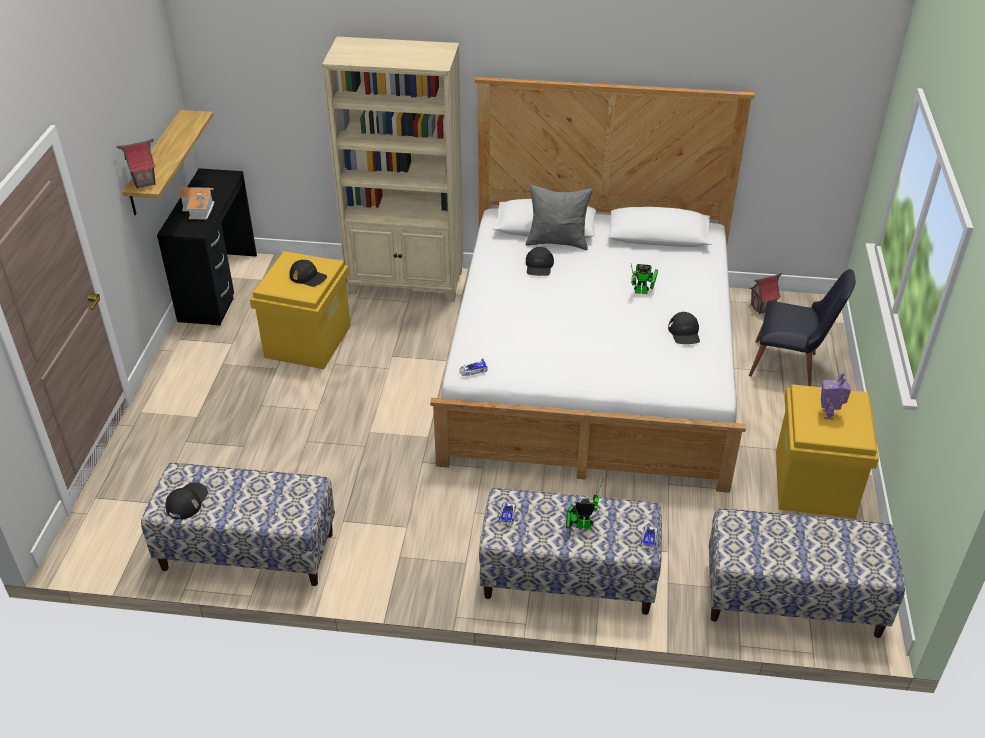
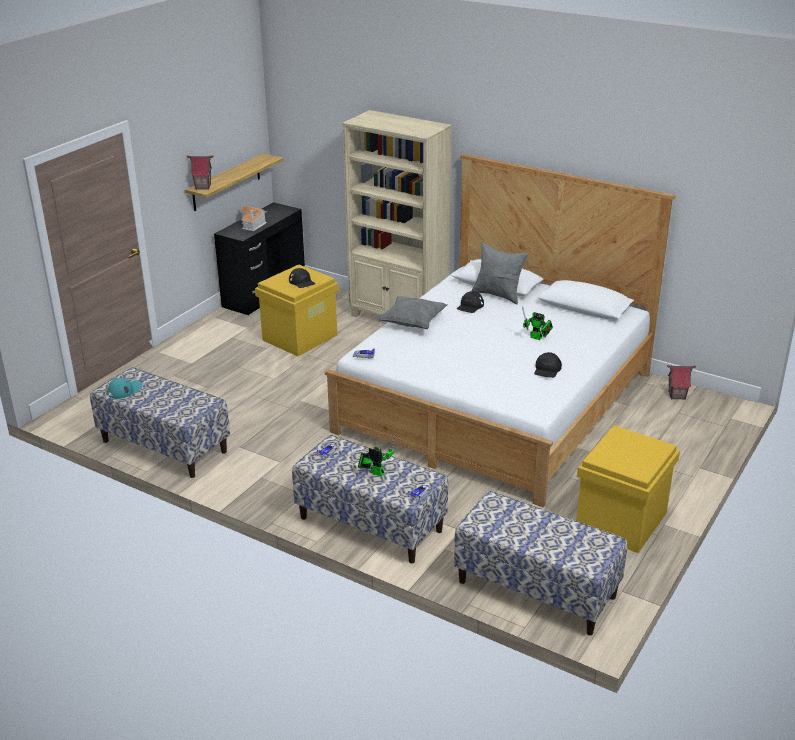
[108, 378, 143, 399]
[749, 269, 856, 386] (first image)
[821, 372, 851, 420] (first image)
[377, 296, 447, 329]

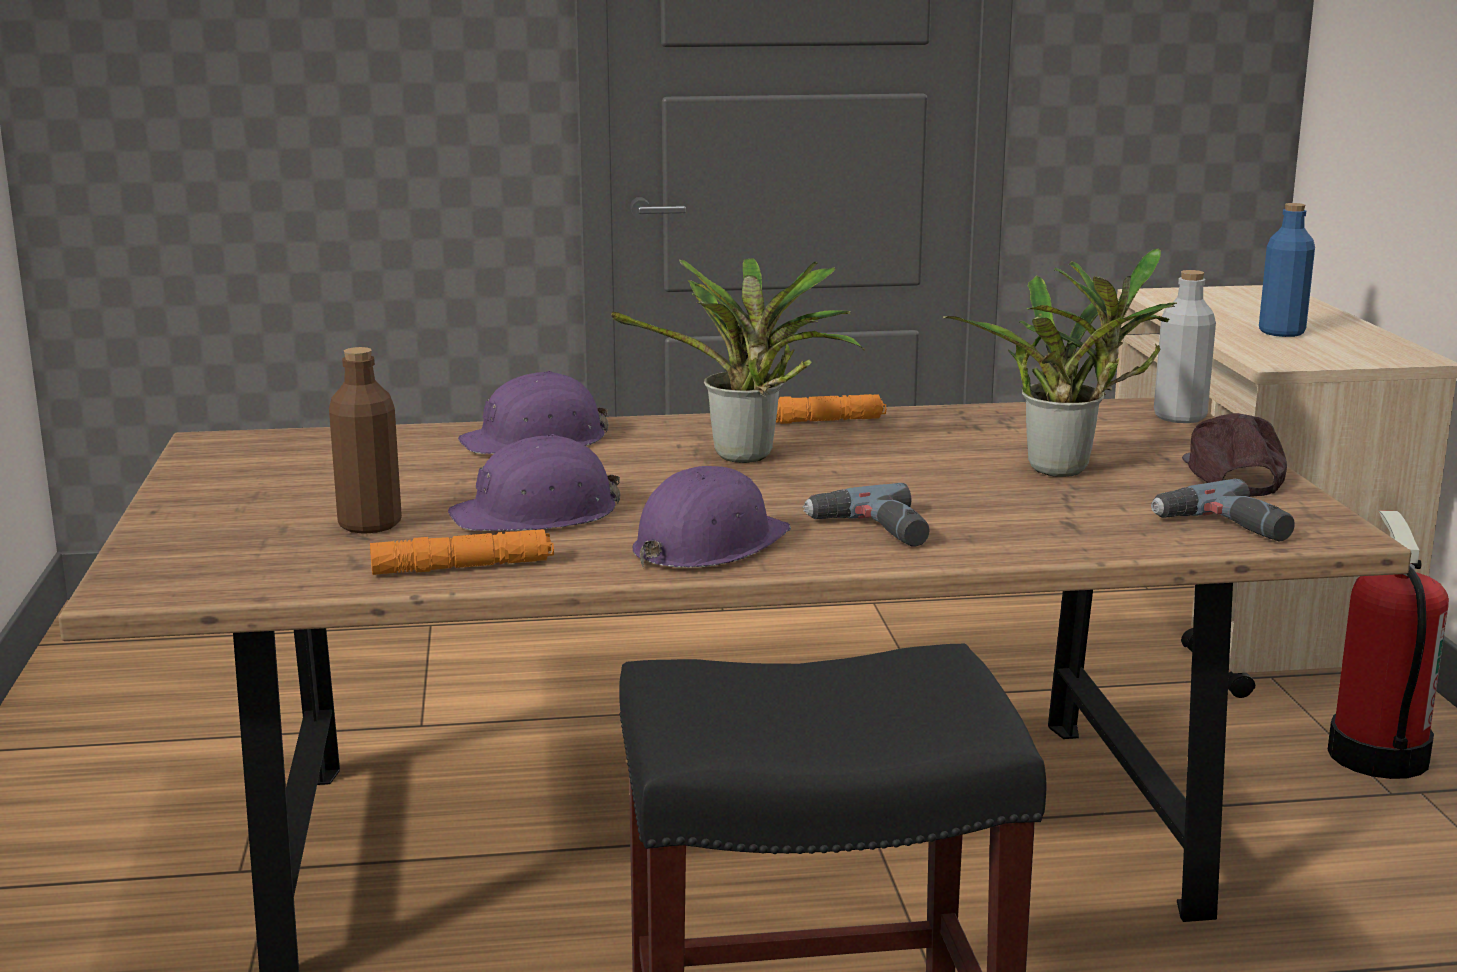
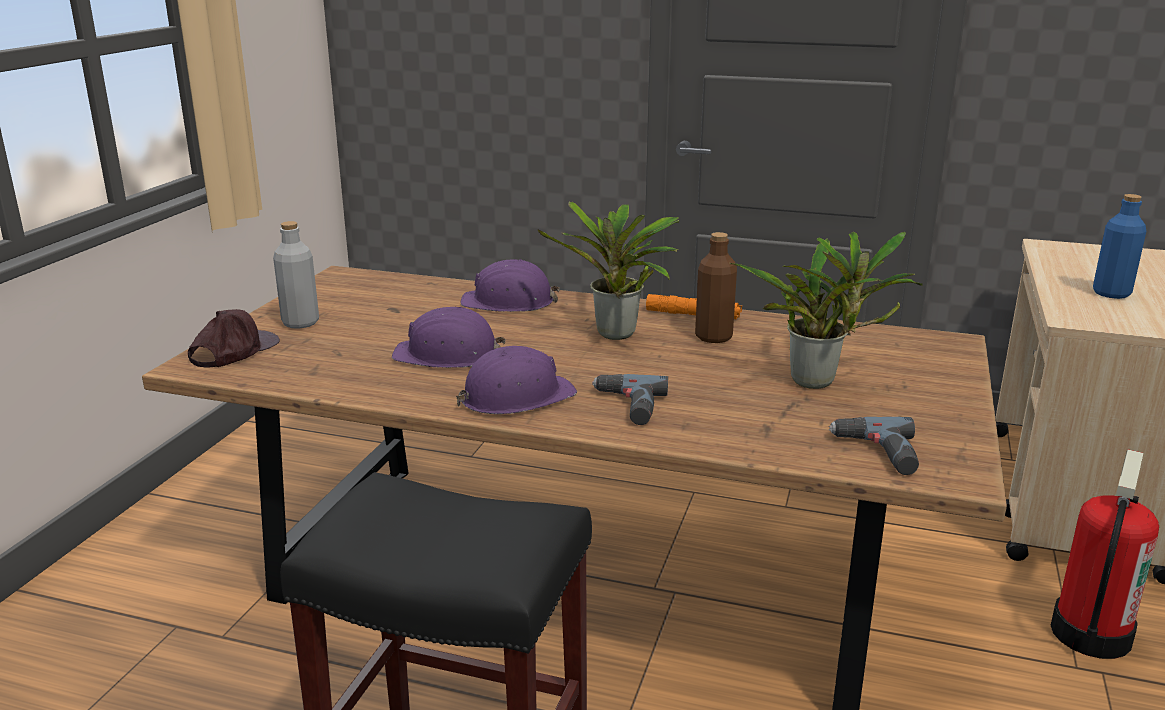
[695, 232, 737, 343]
[370, 529, 554, 575] (first image)
[273, 221, 319, 329]
[188, 309, 280, 367]

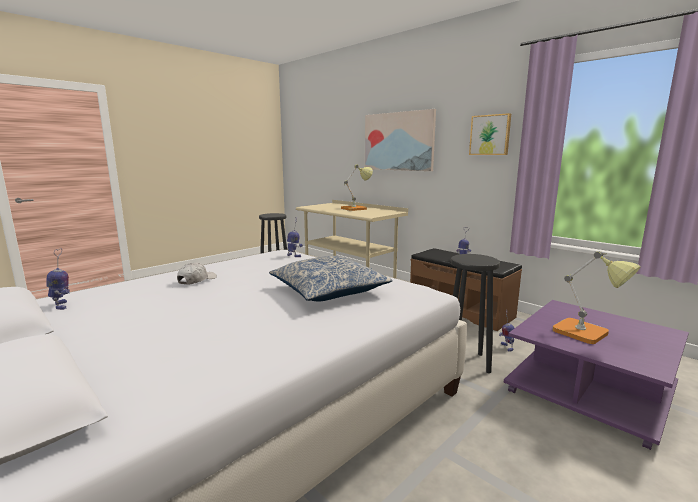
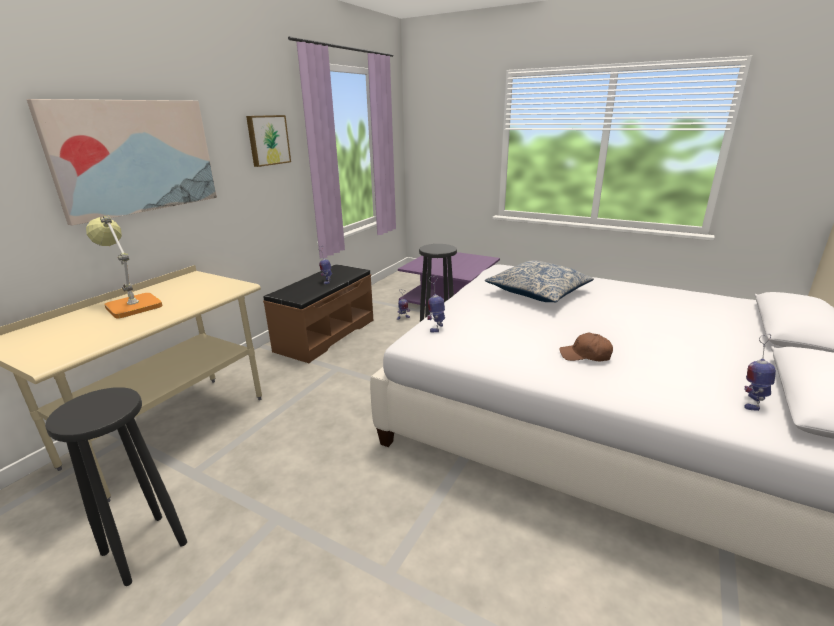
[559, 333, 613, 361]
[552, 251, 641, 344] (first image)

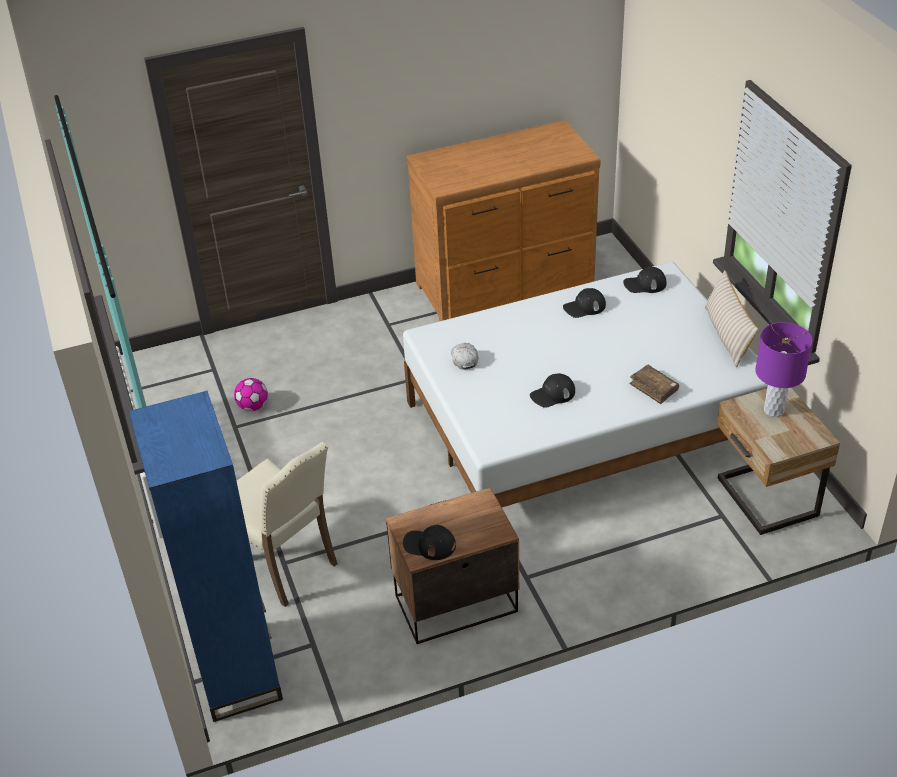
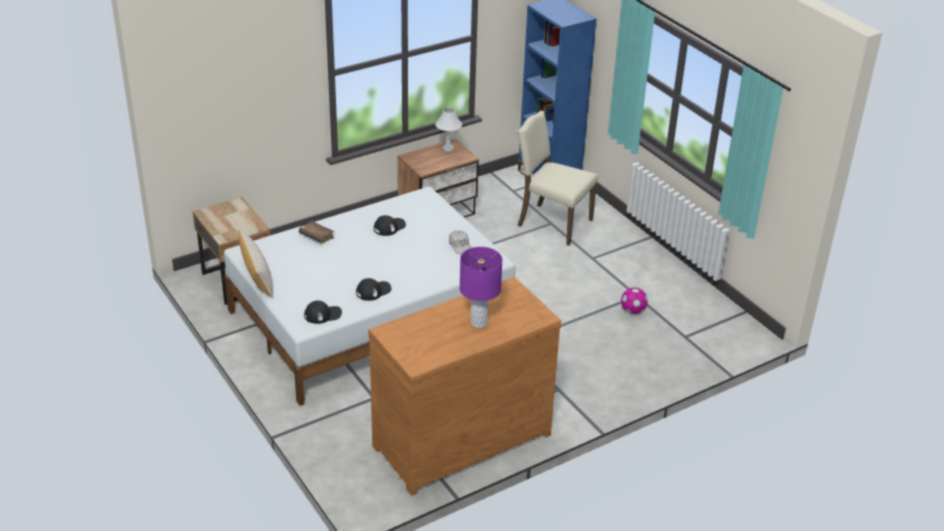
[435, 108, 462, 152]
[460, 247, 503, 328]

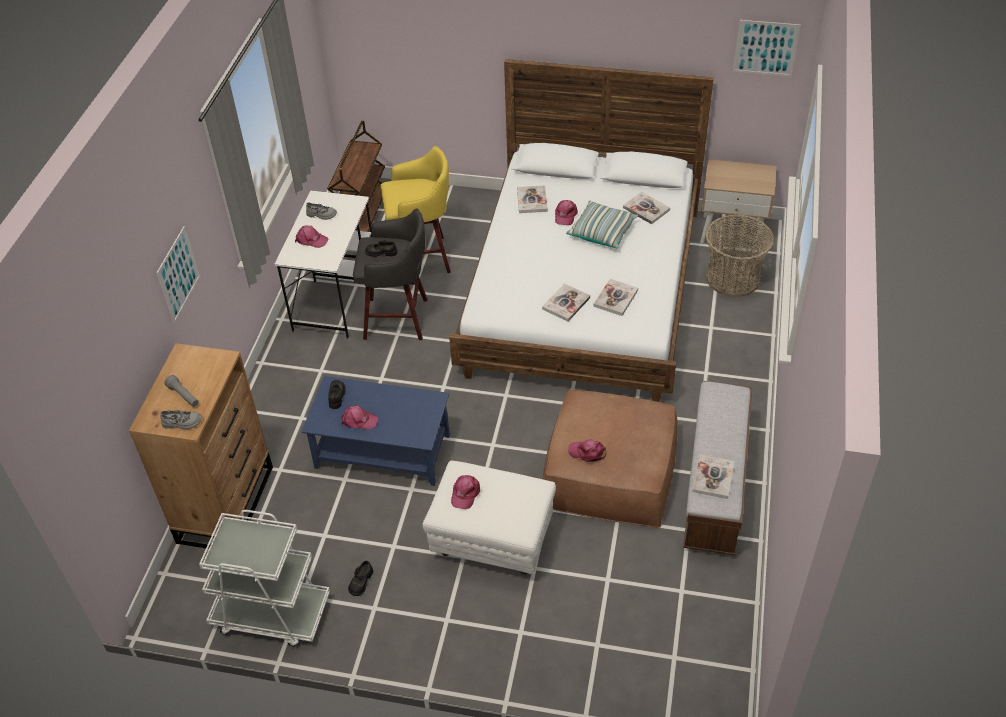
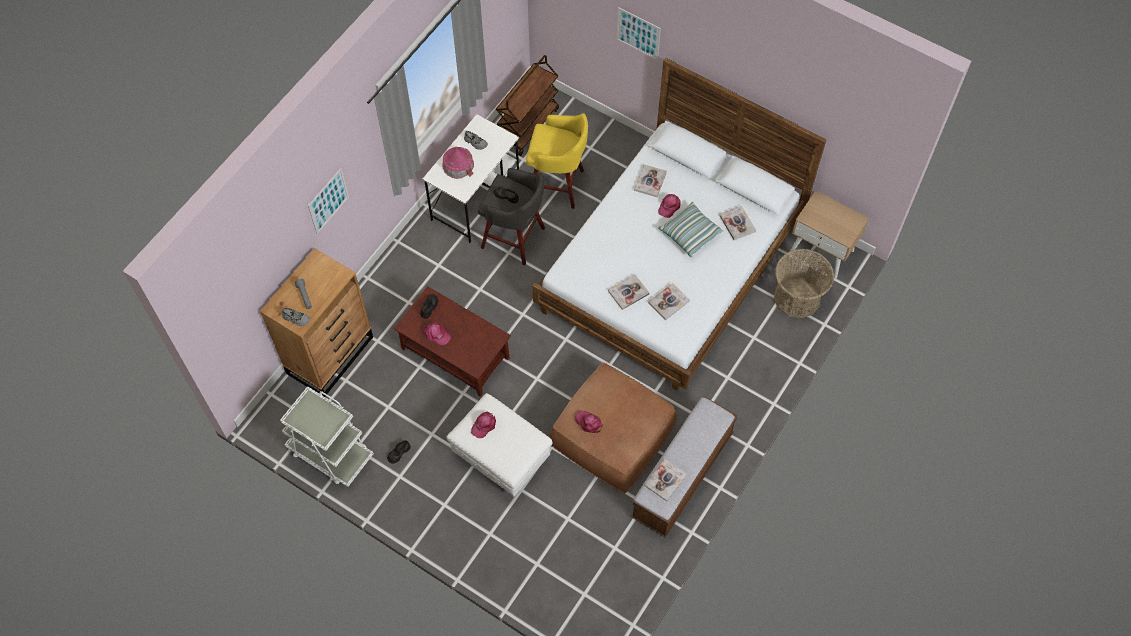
[442, 147, 474, 179]
[393, 286, 511, 397]
[616, 7, 661, 60]

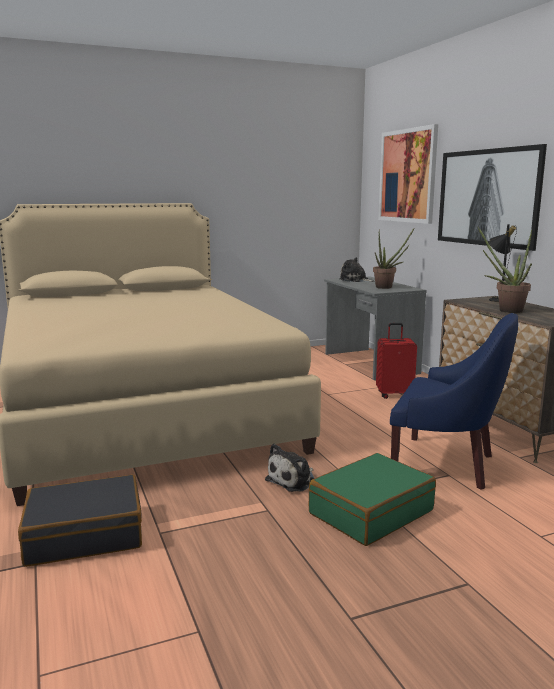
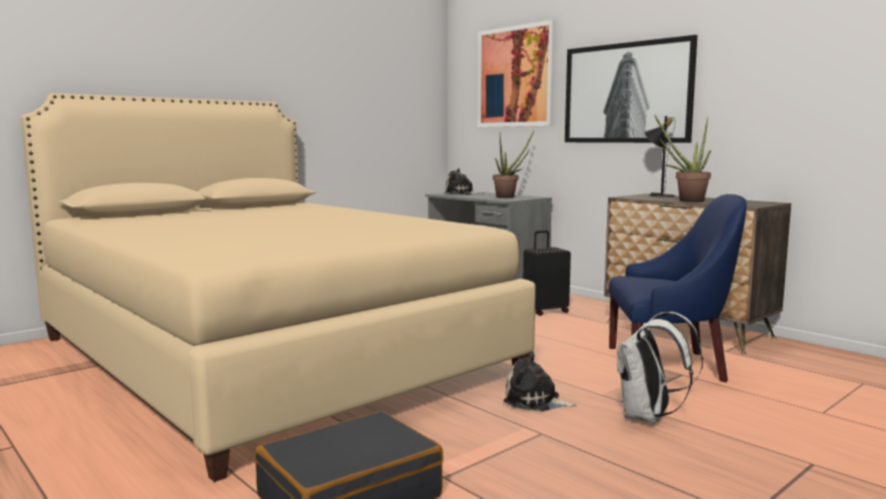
[504, 351, 577, 412]
[617, 312, 703, 423]
[523, 230, 571, 316]

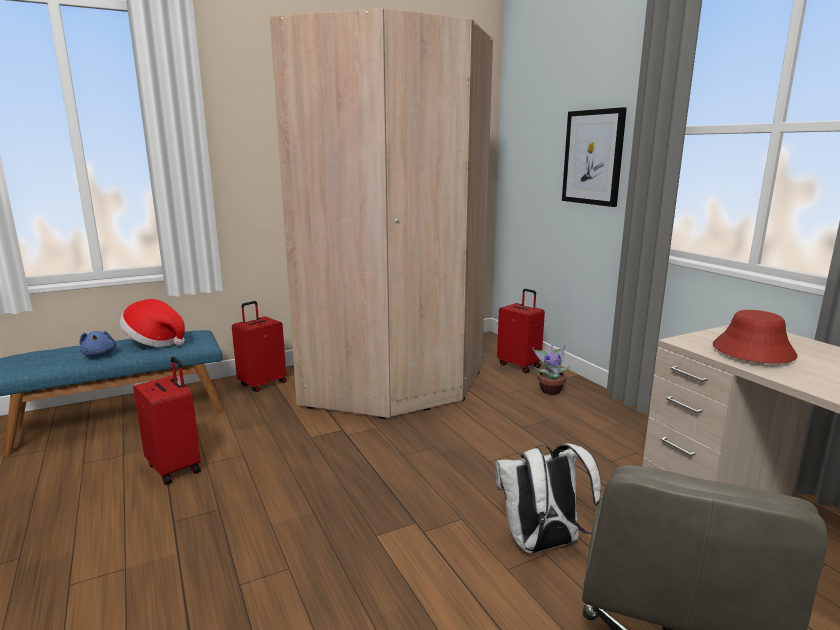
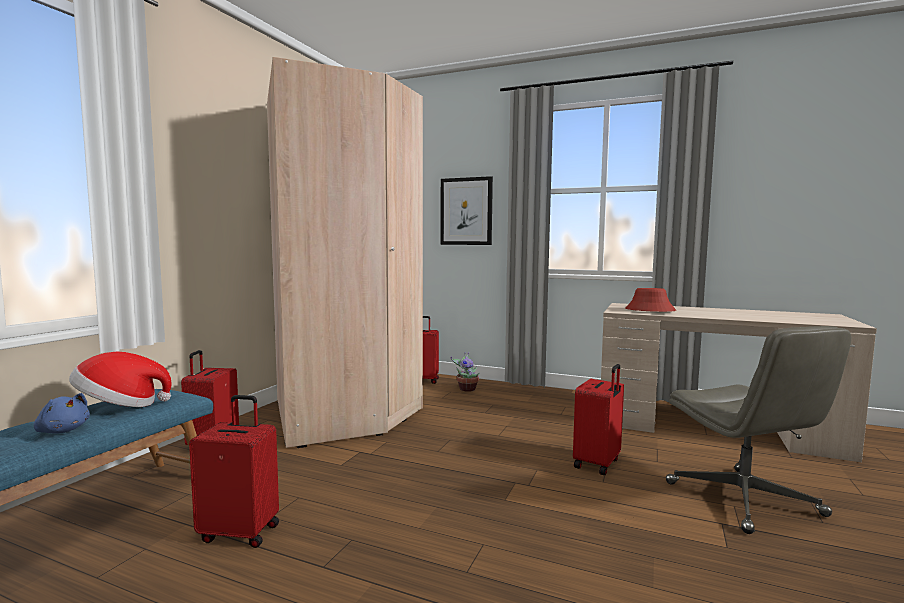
[573, 364, 624, 475]

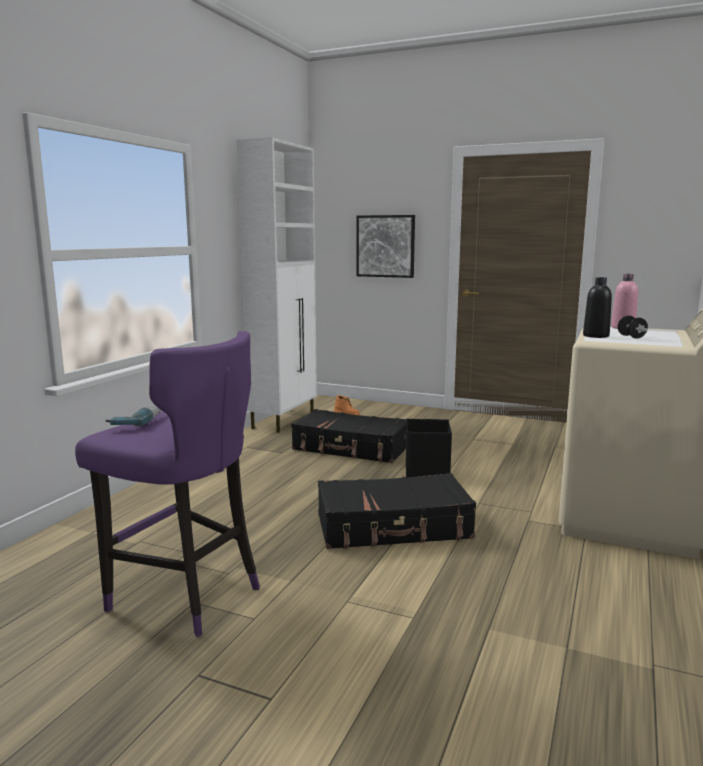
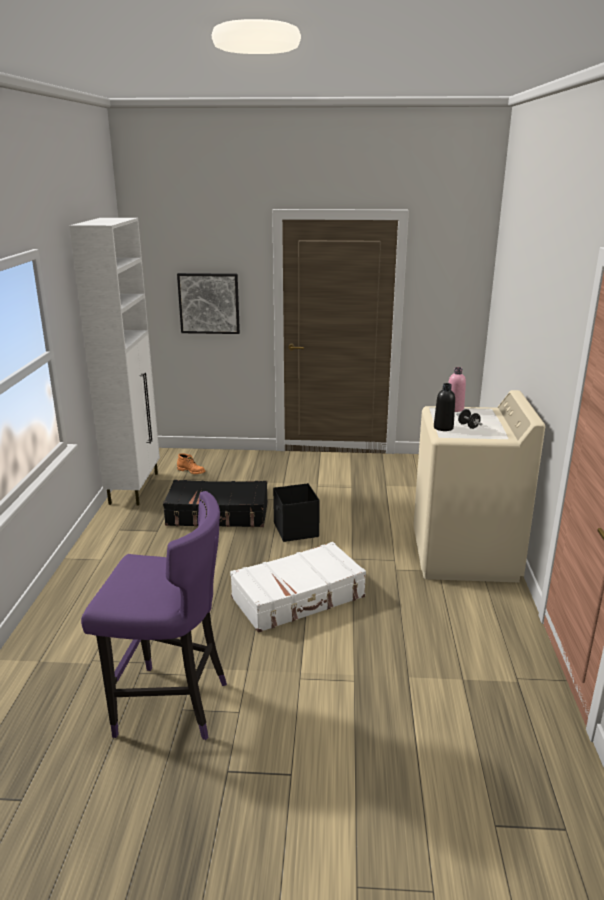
[105, 406, 161, 426] (first image)
[230, 542, 366, 633]

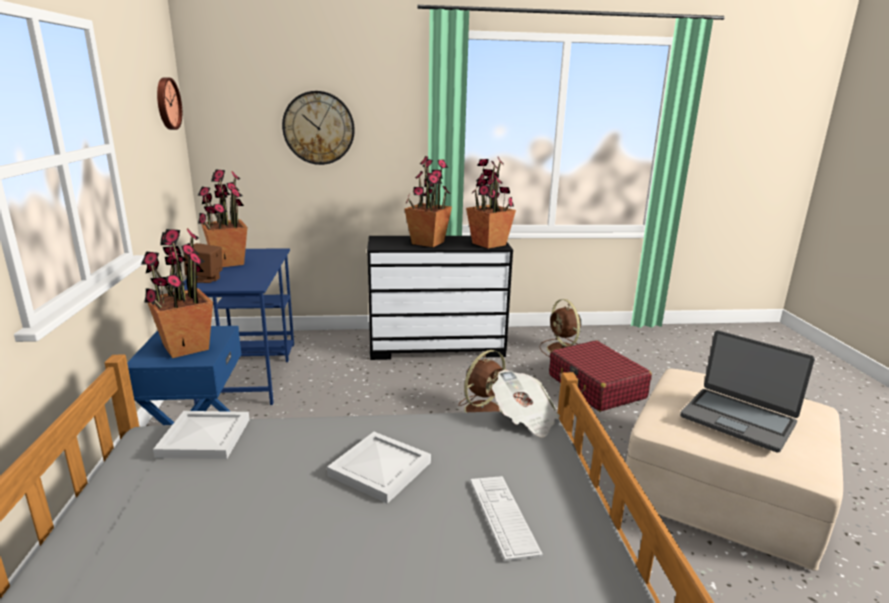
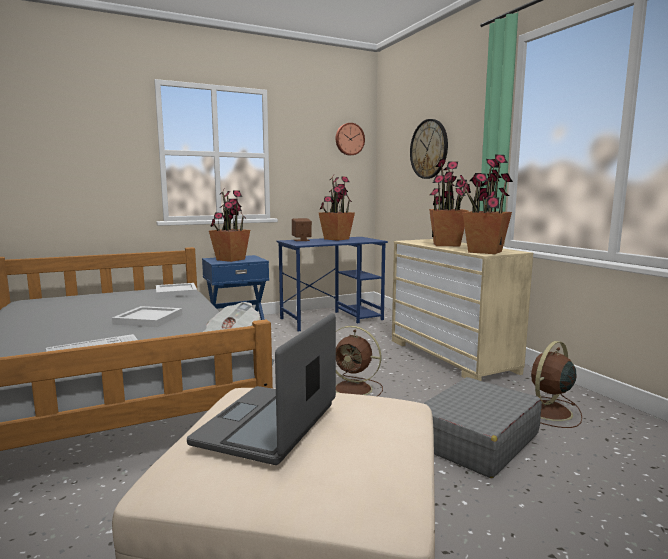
[392, 239, 533, 381]
[423, 377, 542, 478]

